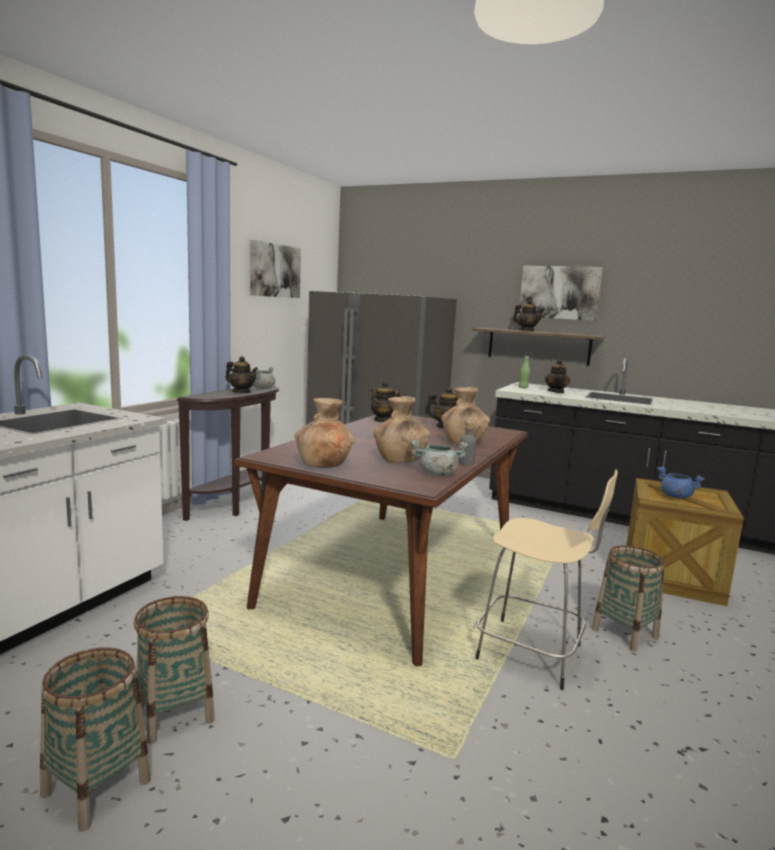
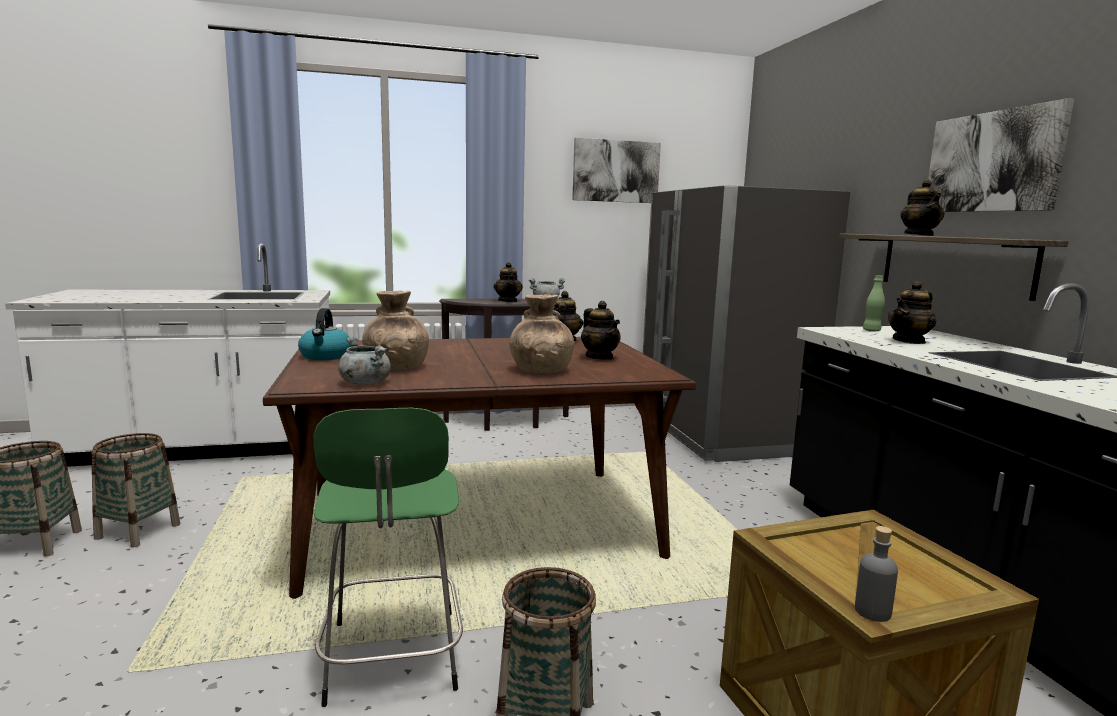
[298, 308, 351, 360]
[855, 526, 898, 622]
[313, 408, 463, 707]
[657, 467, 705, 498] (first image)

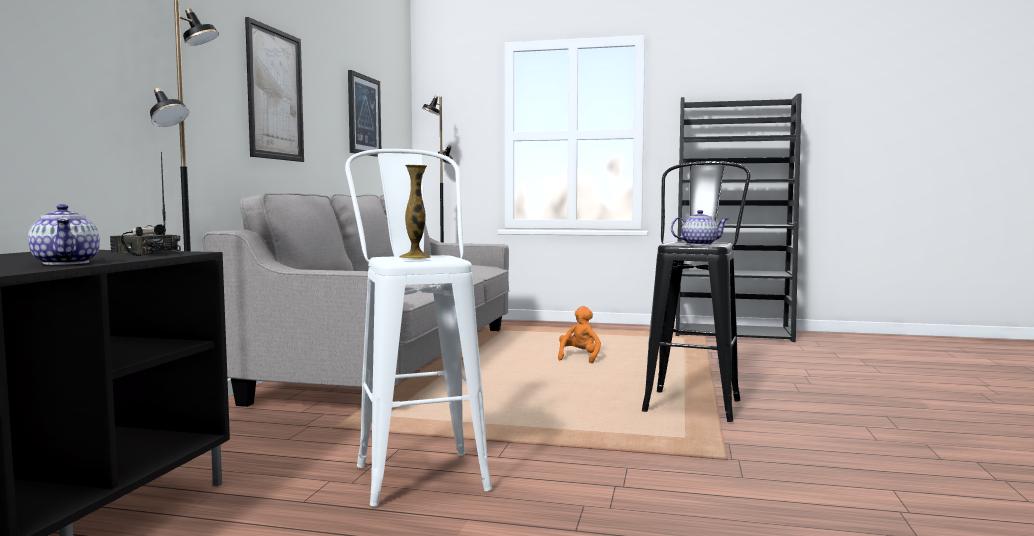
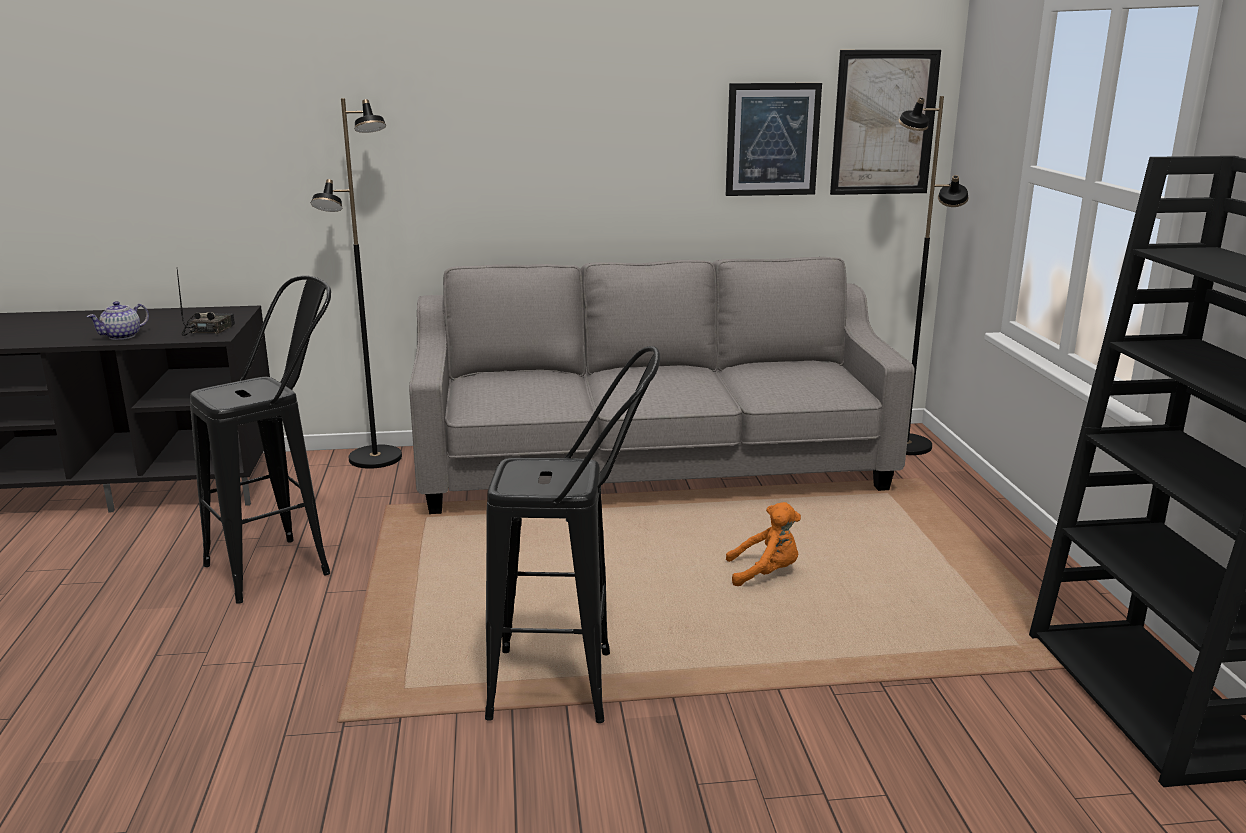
[830, 50, 941, 195]
[190, 275, 331, 604]
[399, 165, 431, 259] (first image)
[671, 210, 728, 245] (first image)

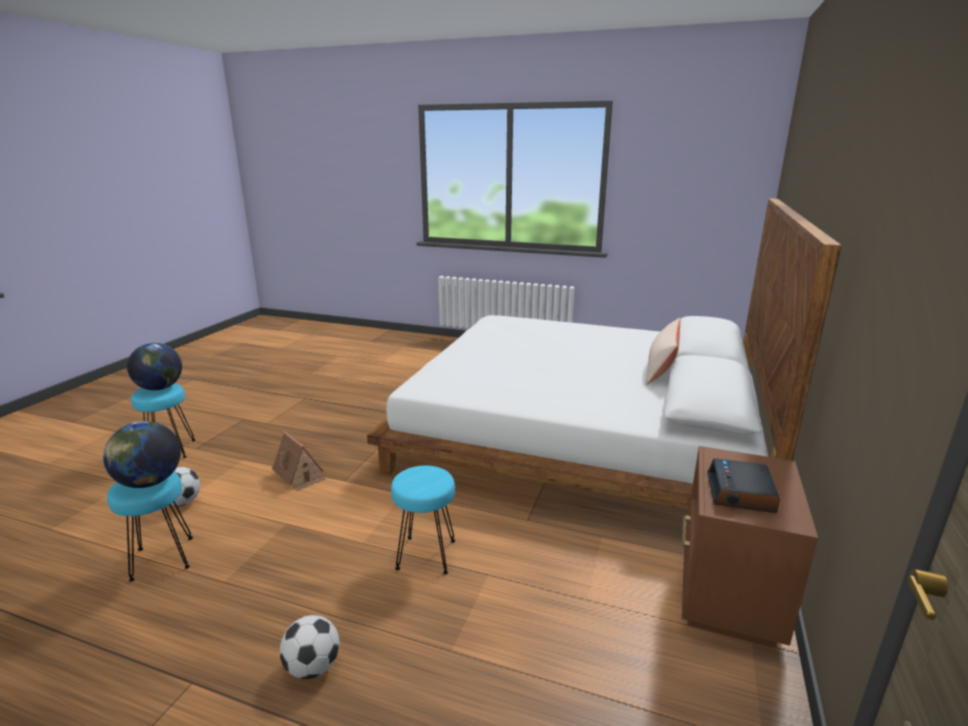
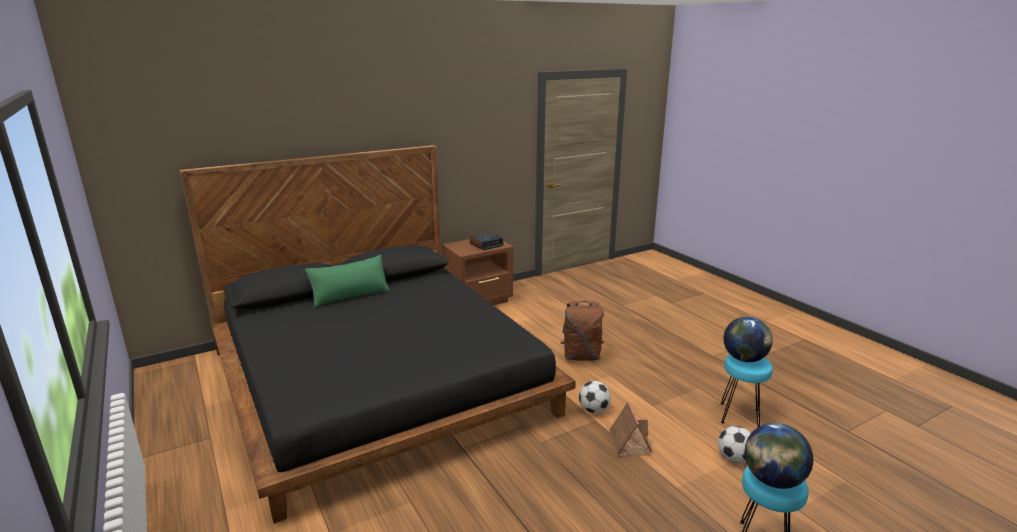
[579, 381, 611, 413]
[180, 145, 576, 524]
[561, 301, 604, 361]
[305, 255, 390, 308]

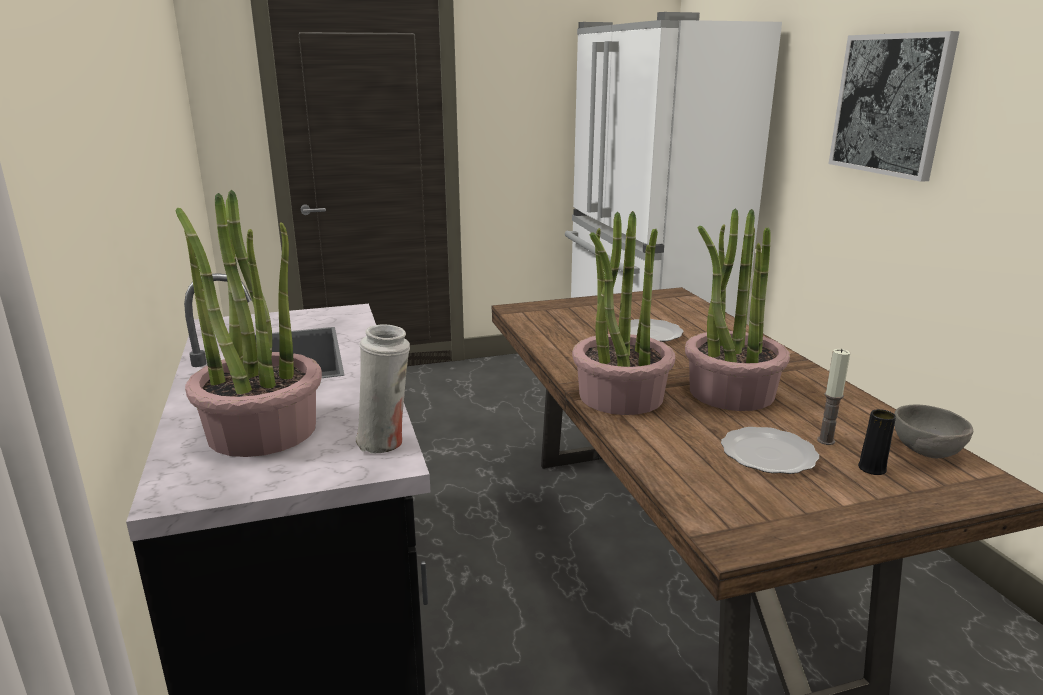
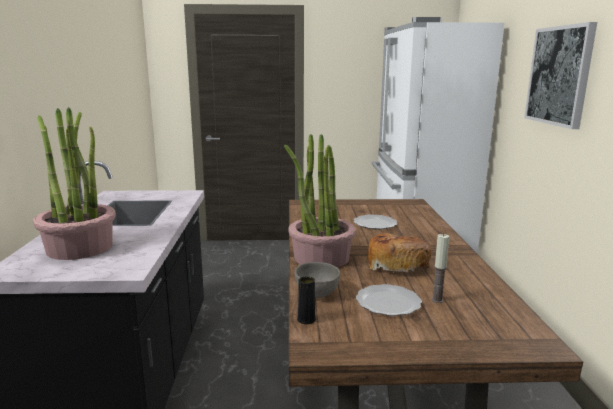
[356, 324, 410, 453] (first image)
[368, 233, 432, 273]
[297, 276, 316, 324]
[295, 262, 340, 298]

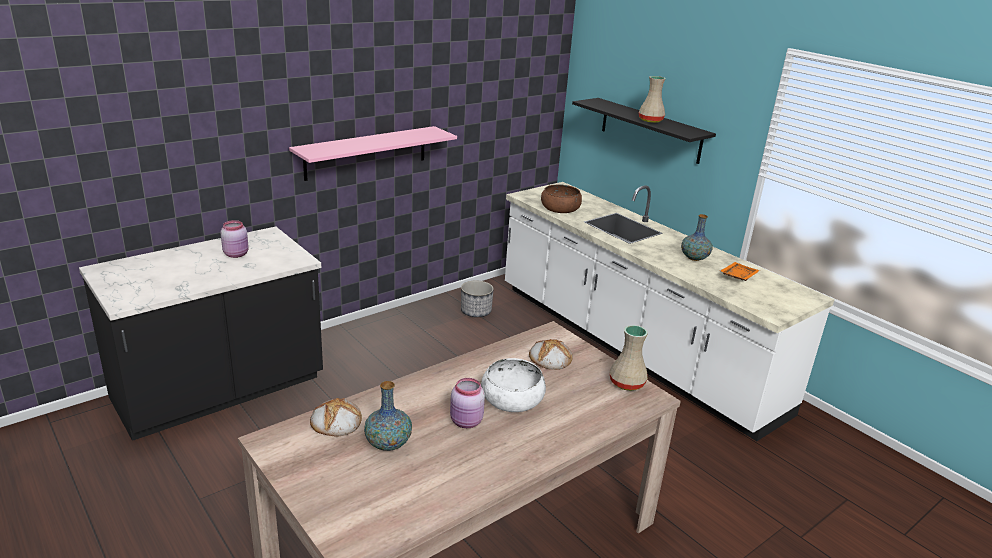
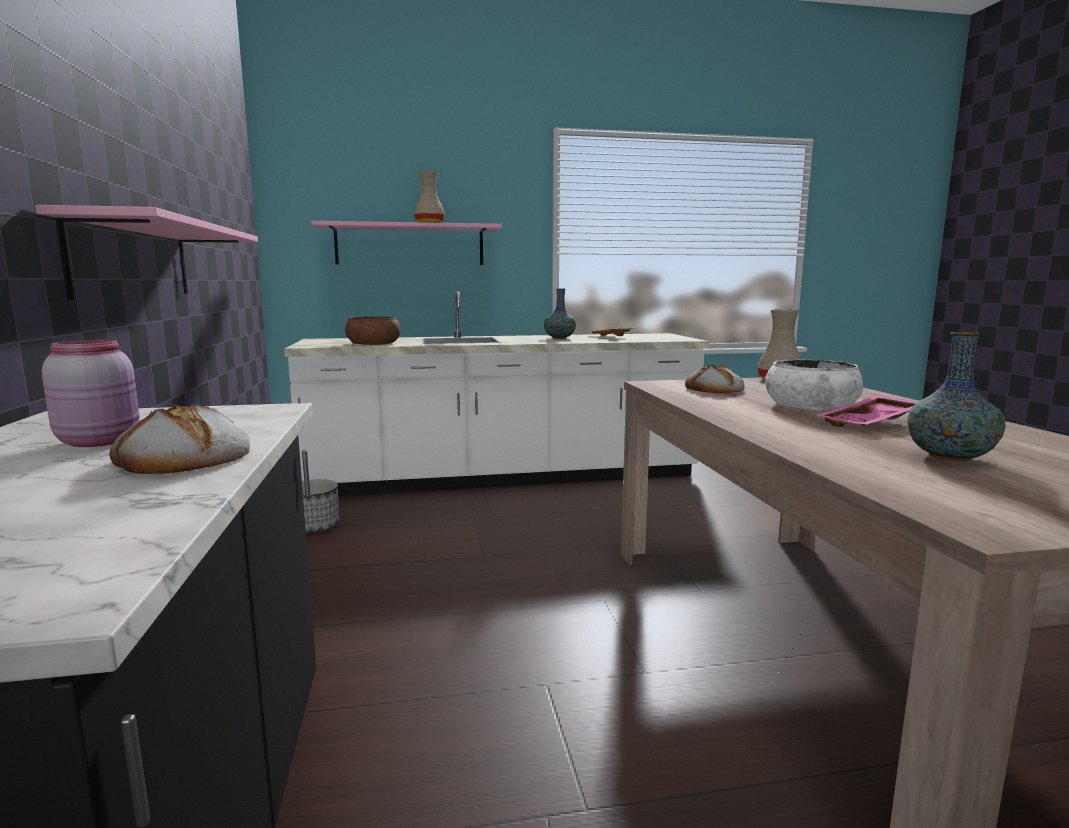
[109, 404, 250, 474]
[815, 395, 917, 427]
[311, 221, 502, 265]

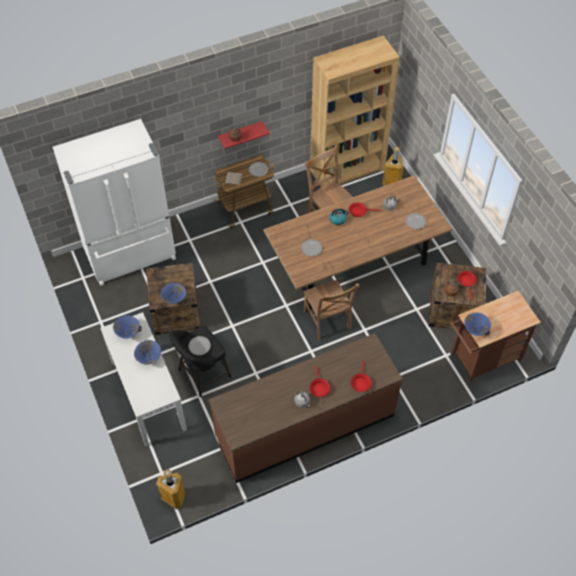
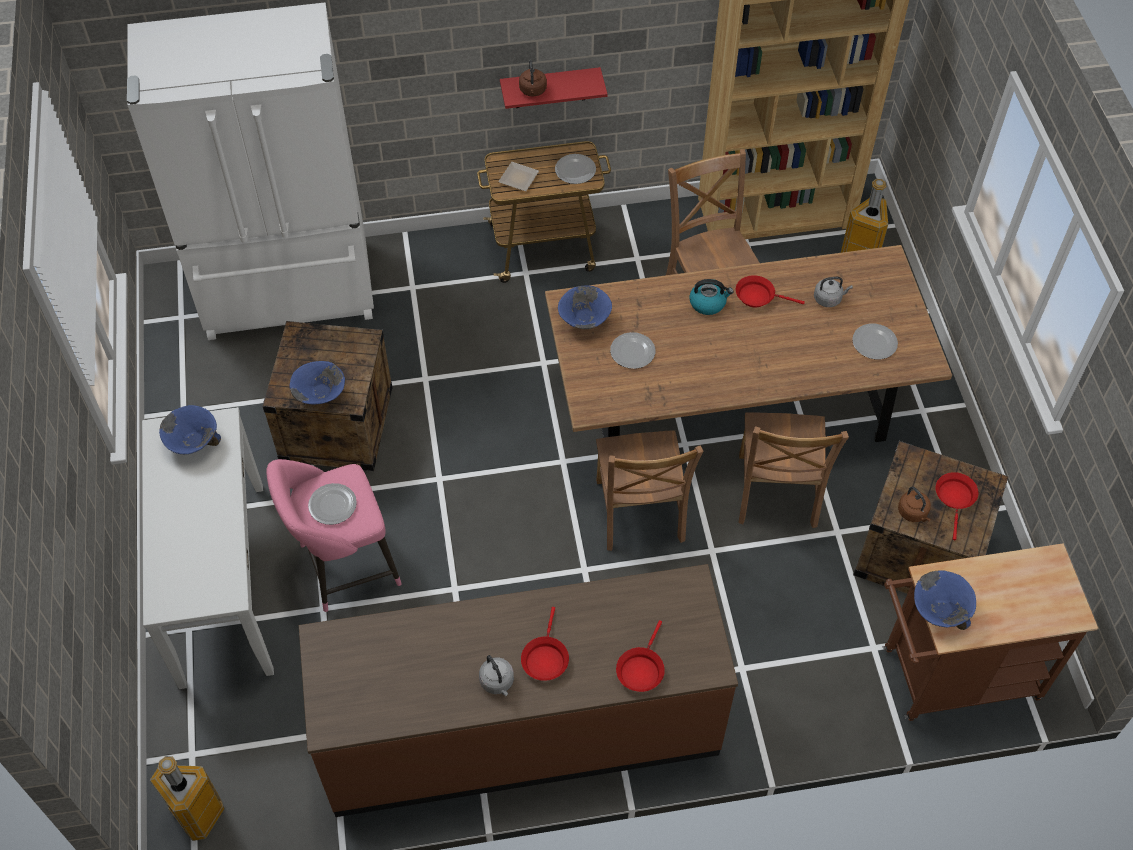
[558, 285, 612, 329]
[266, 459, 402, 612]
[738, 412, 849, 528]

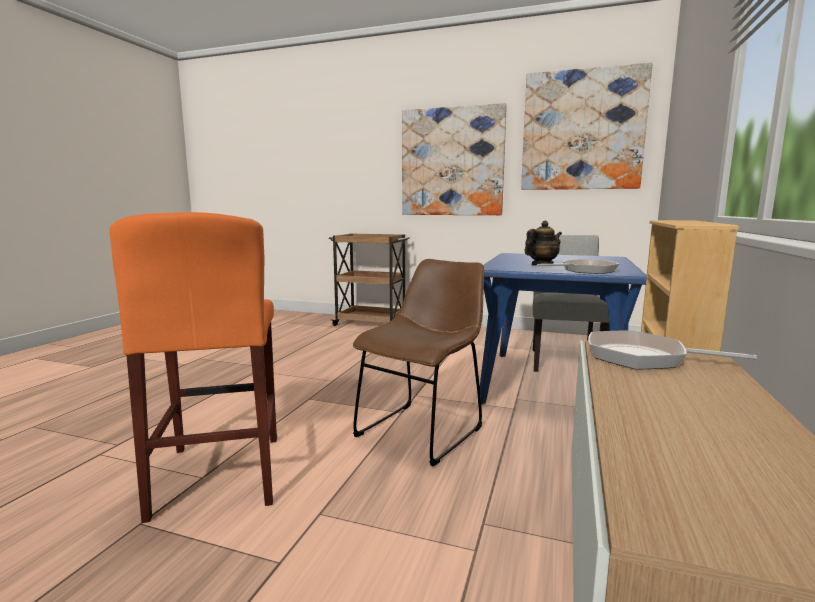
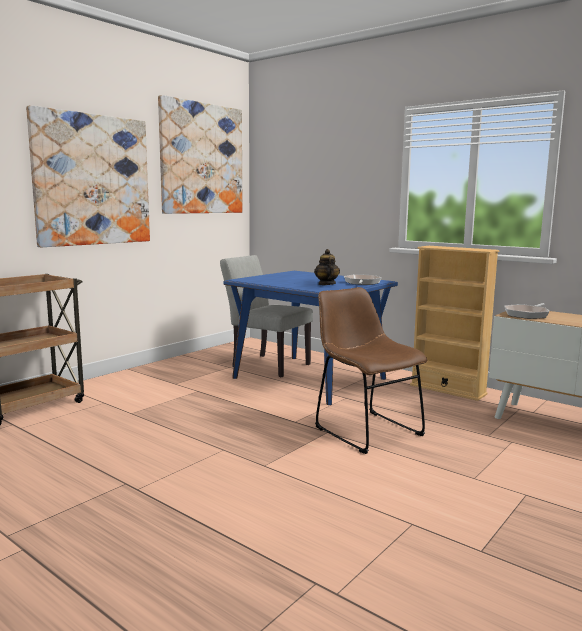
[109, 212, 277, 523] (first image)

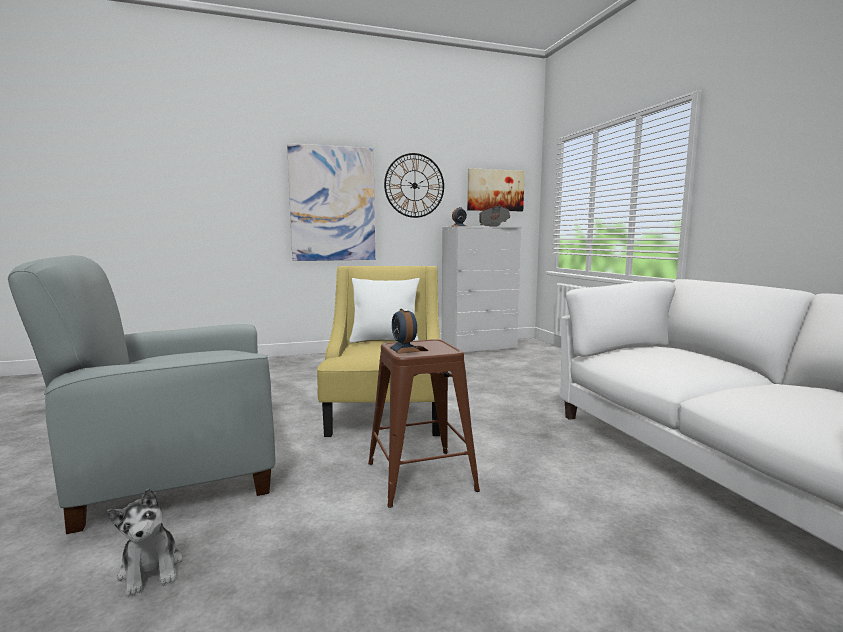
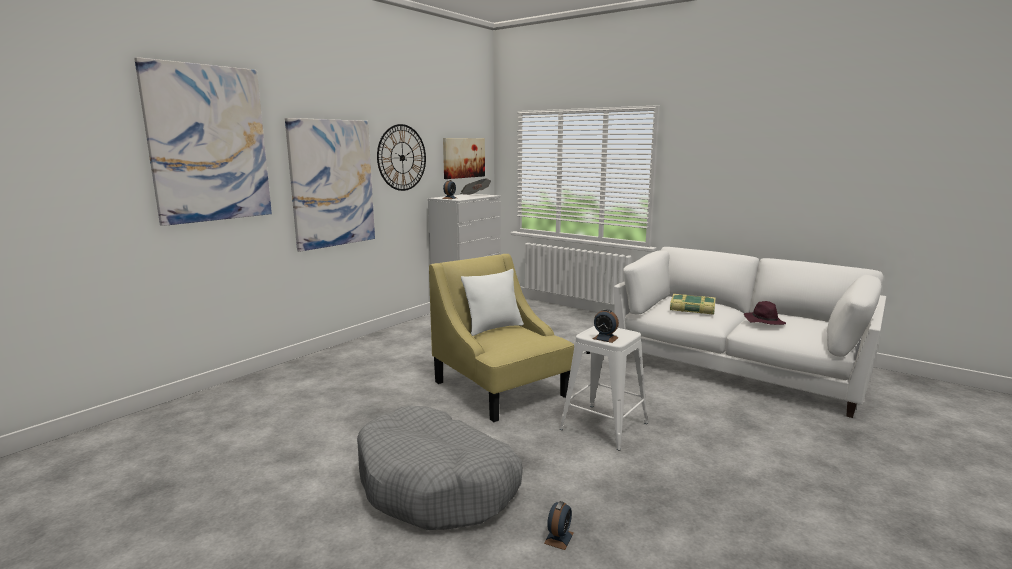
[357, 406, 523, 530]
[544, 501, 574, 550]
[560, 326, 648, 451]
[134, 57, 272, 226]
[670, 294, 716, 315]
[744, 301, 786, 325]

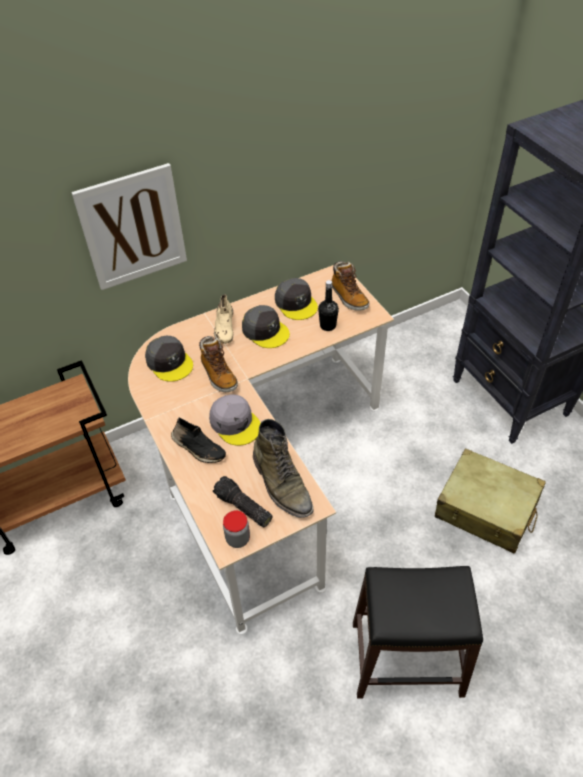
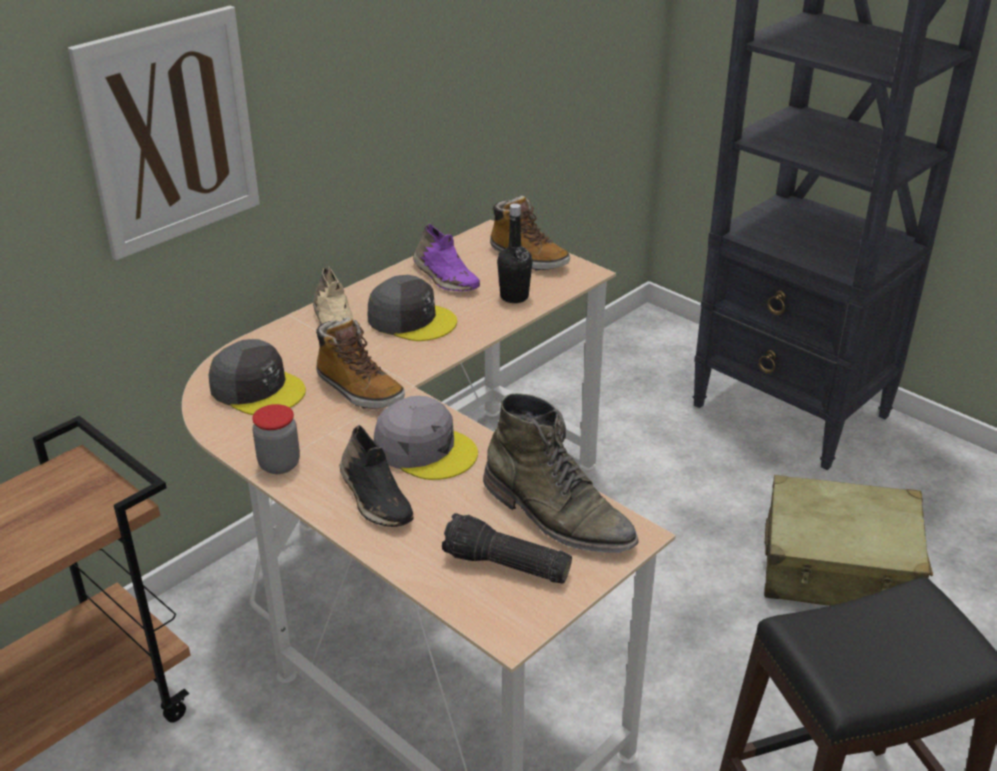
[340, 424, 413, 527]
[252, 404, 300, 474]
[413, 224, 480, 291]

